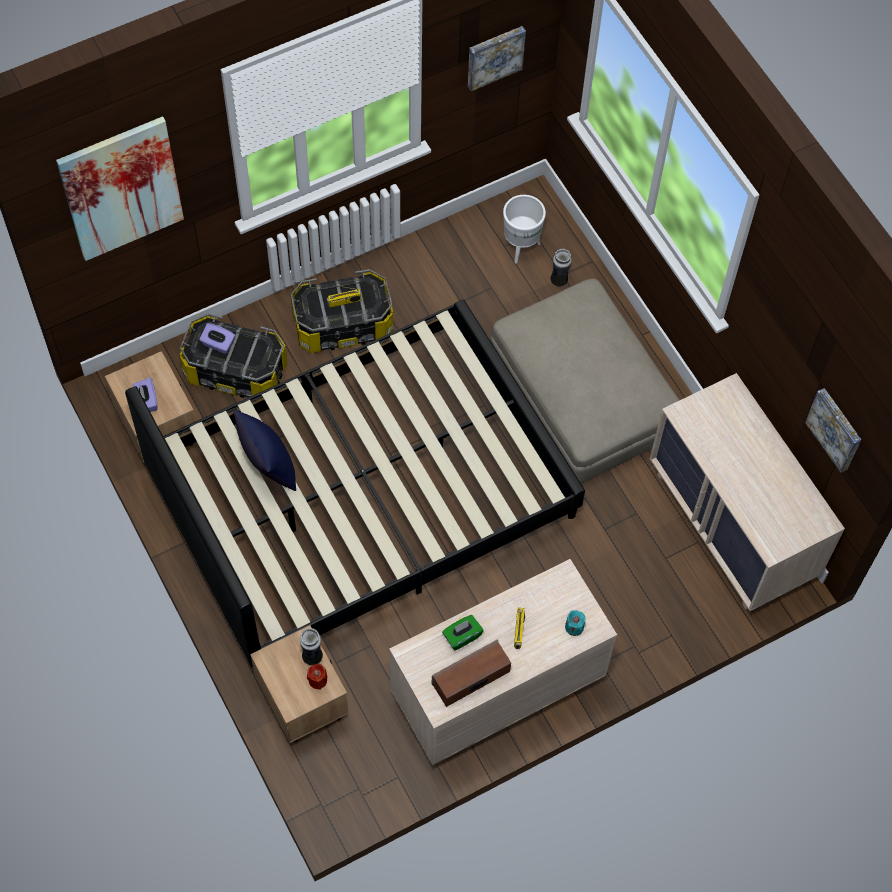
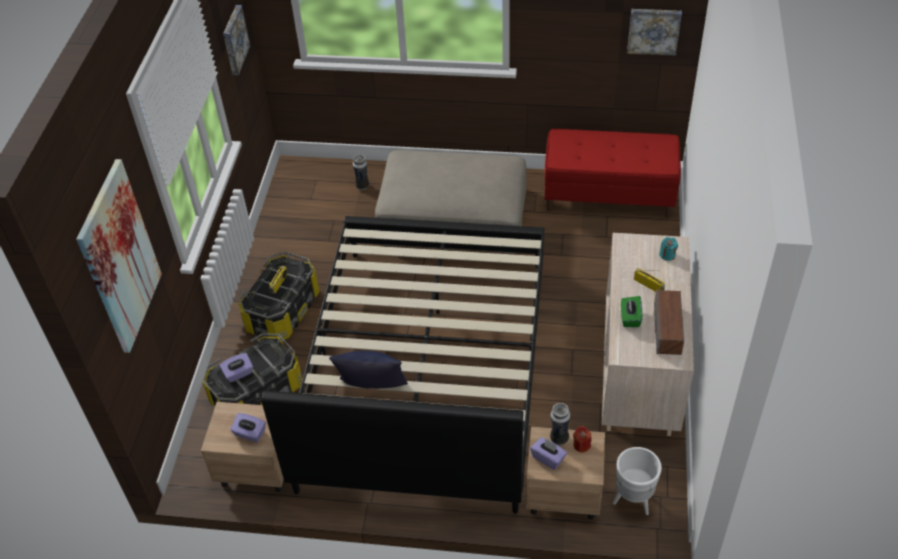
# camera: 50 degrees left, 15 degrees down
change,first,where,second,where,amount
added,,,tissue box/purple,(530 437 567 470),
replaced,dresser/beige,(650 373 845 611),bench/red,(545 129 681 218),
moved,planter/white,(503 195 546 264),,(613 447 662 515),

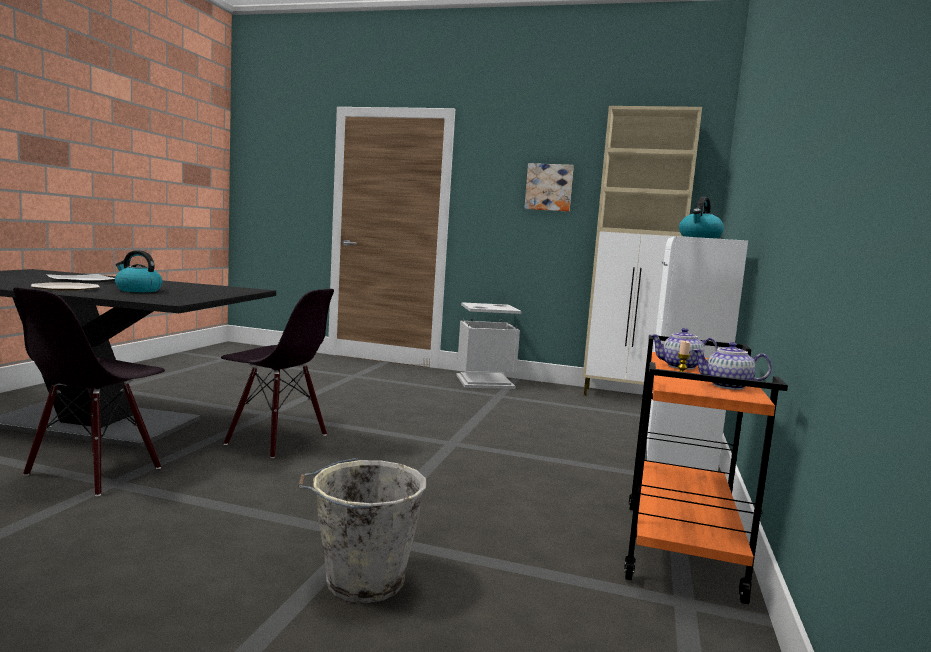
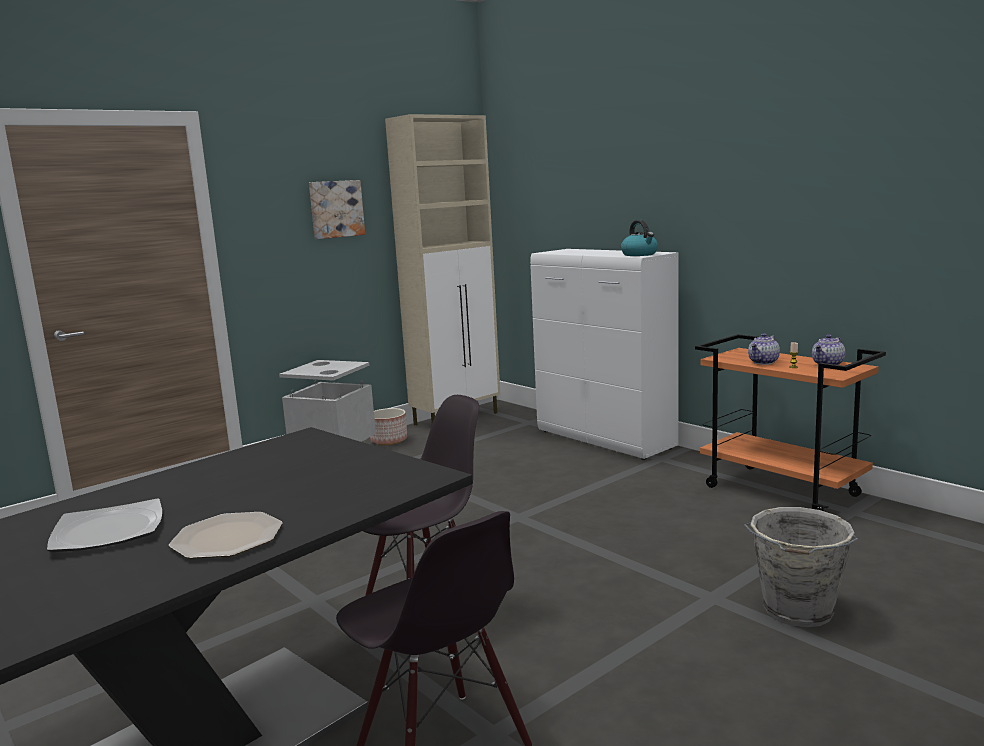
# camera: 55 degrees left, 5 degrees up
change,first,where,second,where,amount
added,,,planter,(370 408 407 445),
removed,kettle,(115 250 162 292),,,

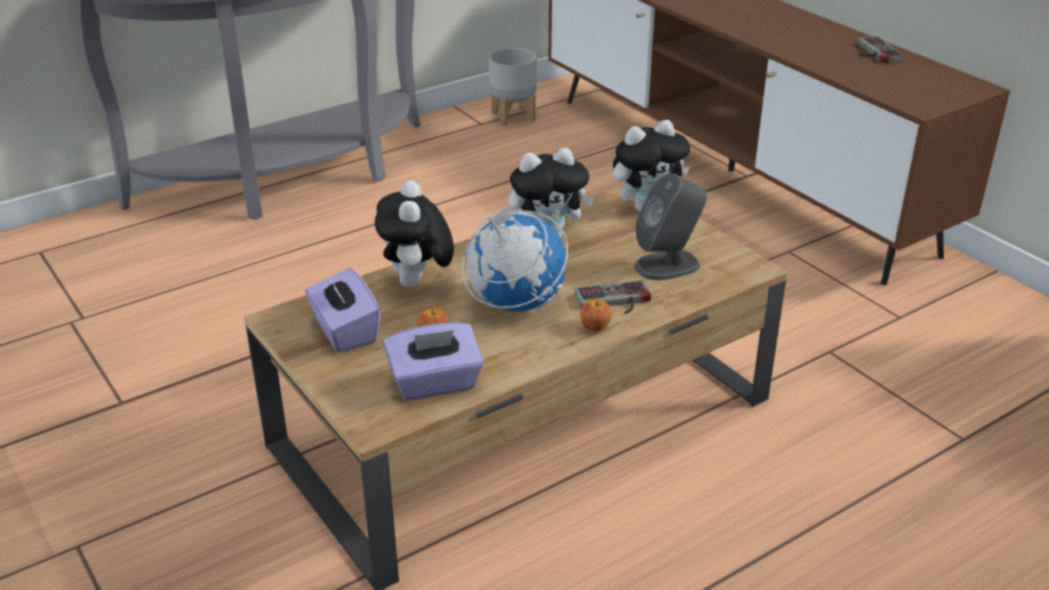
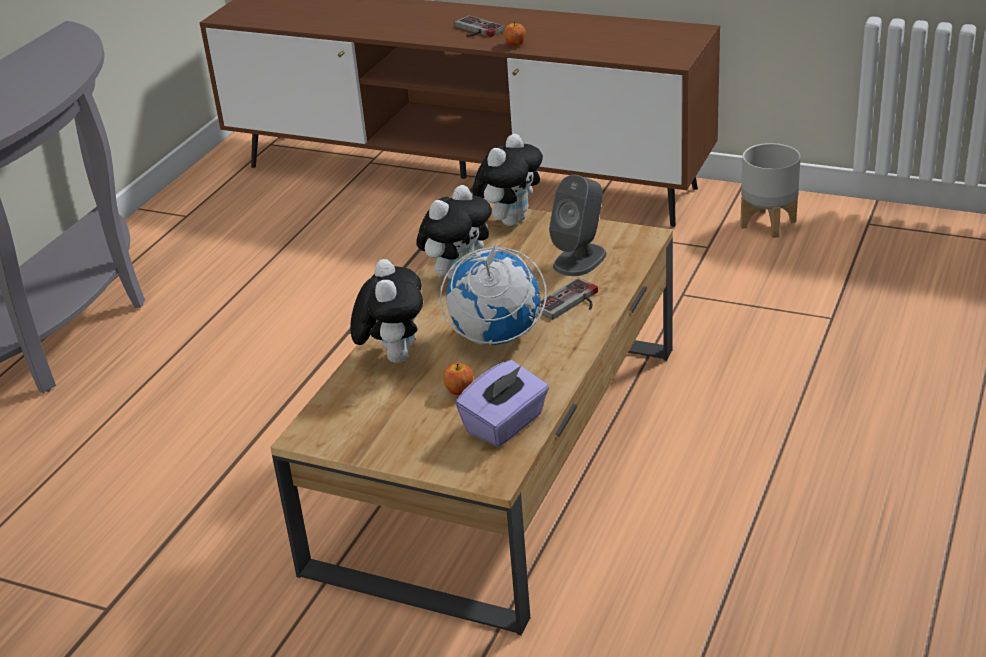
# camera: 30 degrees left, 0 degrees up
change,first,where,second,where,amount
turned,plush toy,(375 180 454 287),,(350 259 423 363),150 degrees counterclockwise
moved,game controller,(857 36 904 63),,(455 15 505 37),
moved,apple,(580 299 612 332),,(504 21 526 46),
moved,planter/grey,(489 48 537 126),,(740 143 801 238),
removed,tissue box/purple,(305 268 381 352),,,

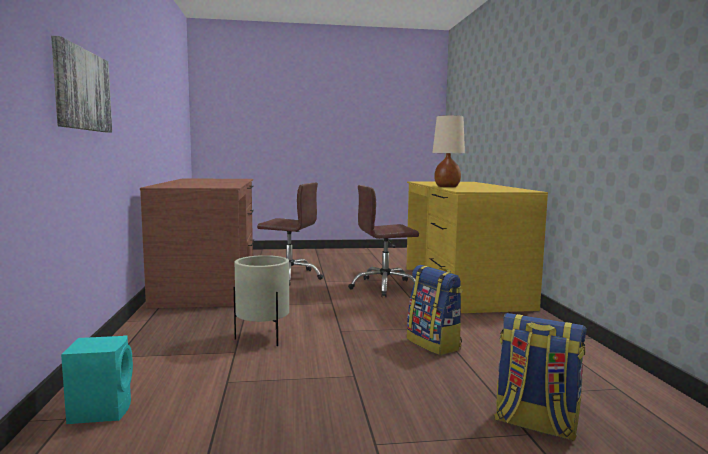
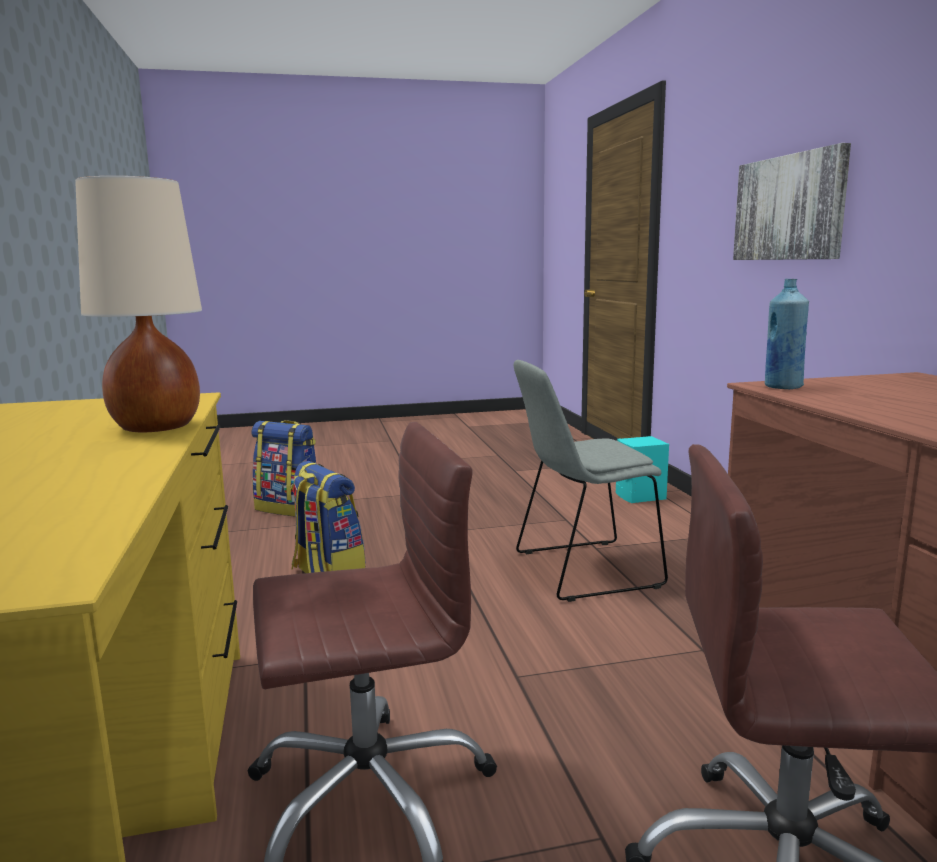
# camera: 175 degrees right, 5 degrees up
change,first,where,second,where,amount
replaced,planter/beige,(234 255 289 346),chair/grey,(514 360 668 602),
added,,,bottle/blue,(765 279 809 389),

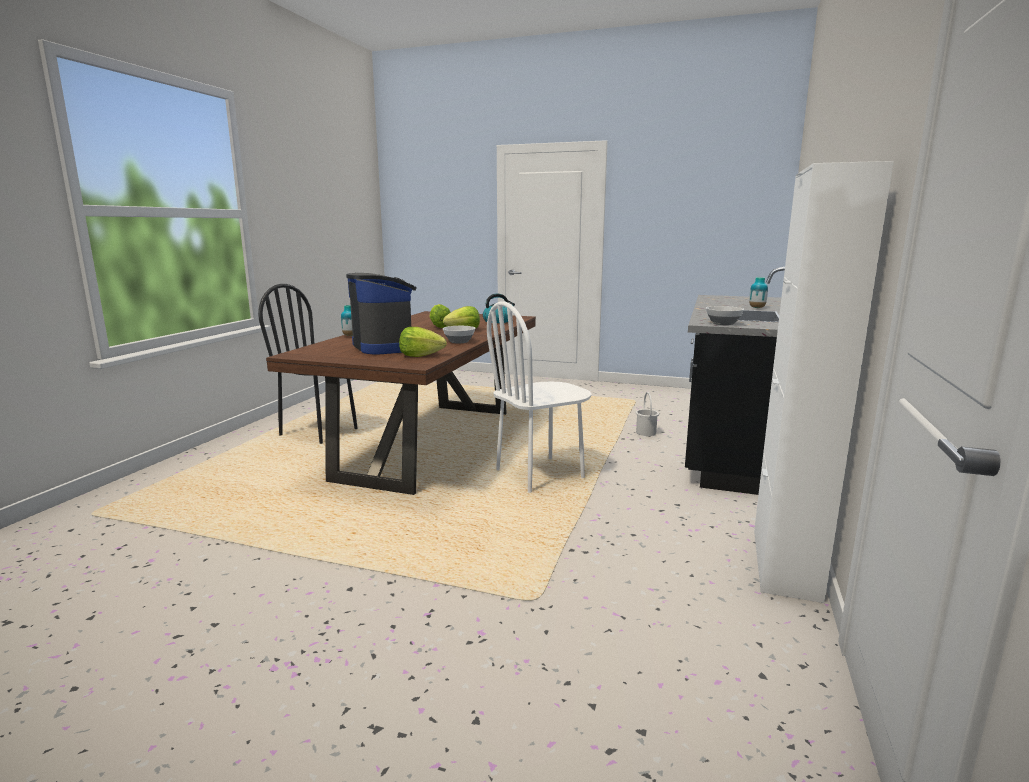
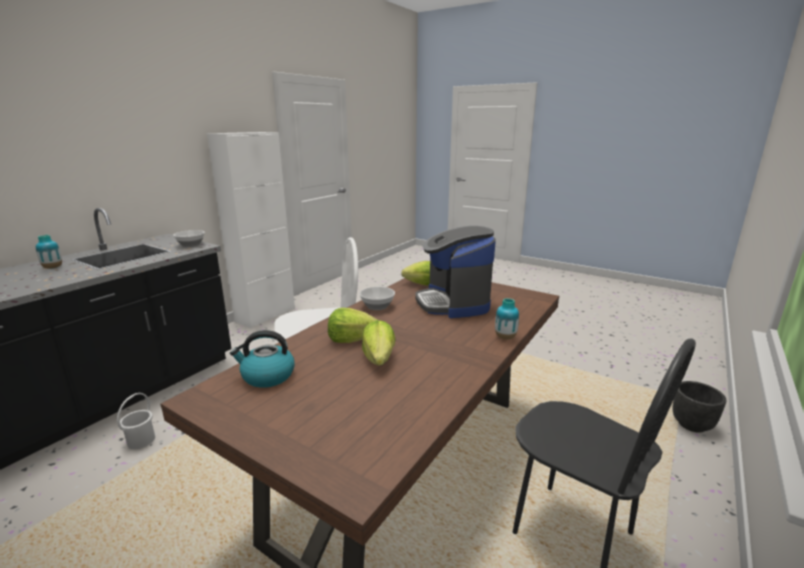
# camera: 165 degrees left, 5 degrees up
change,first,where,second,where,amount
added,,,planter/black,(673 381 726 433),

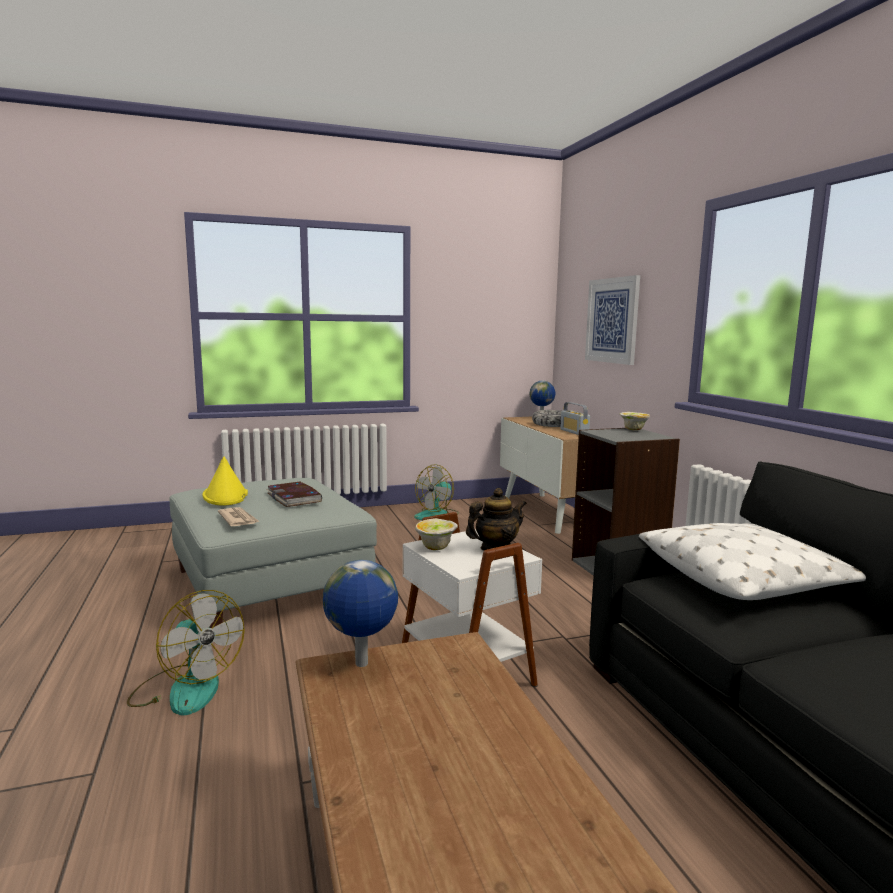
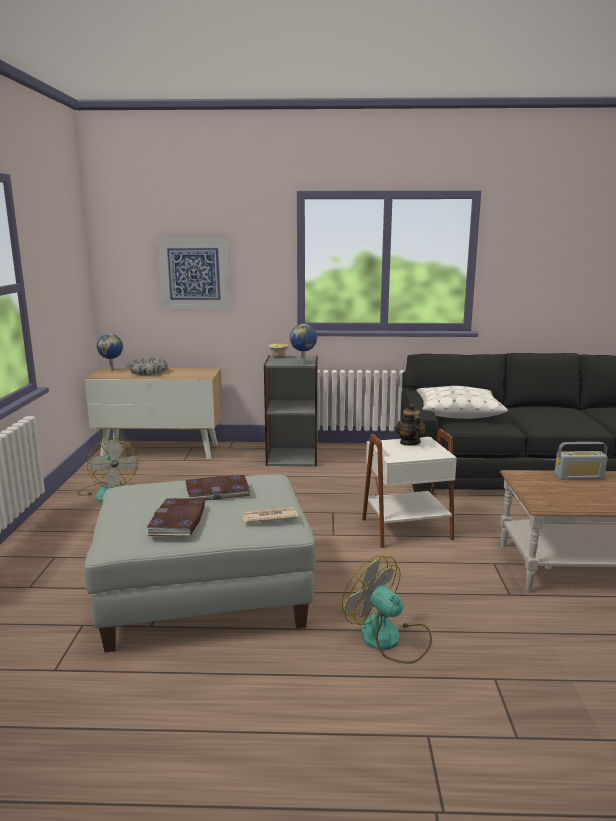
# camera: 70 degrees left, 5 degrees up
change,first,where,second,where,amount
replaced,hat/yellow,(202 456 248 506),book,(146 498 205 537),
moved,globe,(323 560 398 667),,(290 324 317 364),
turned,fan,(127 590 245 715),,(342 556 432 664),105 degrees counterclockwise
moved,radio,(560 402 590 435),,(554 442 608 480),
removed,bowl,(415 518 458 550),,,

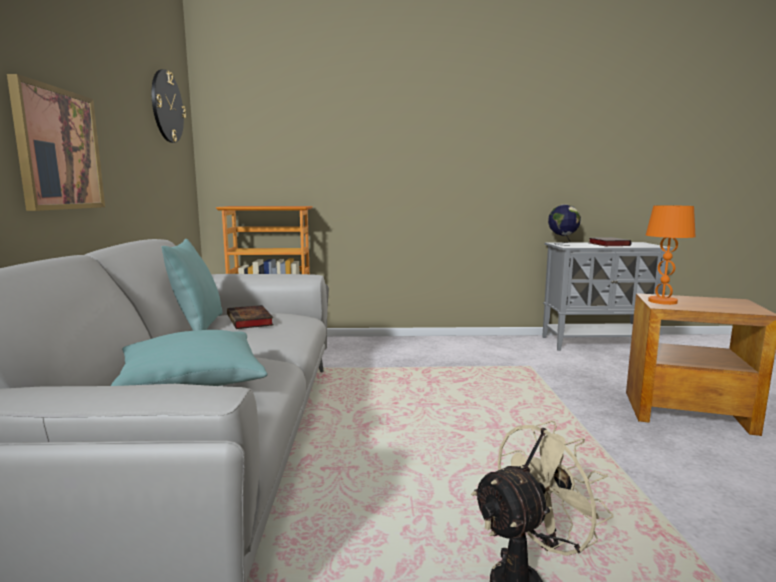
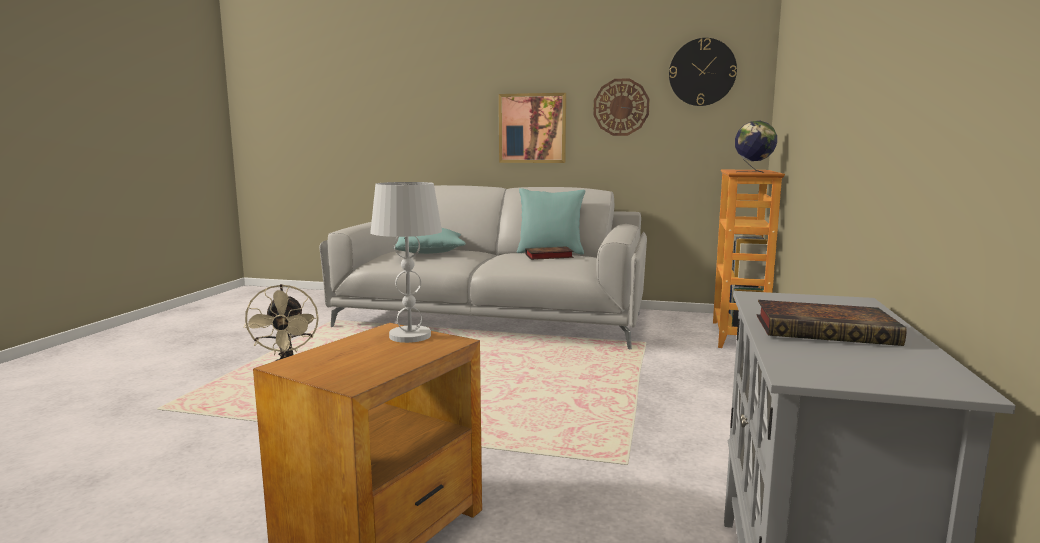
# camera: 105 degrees right, 0 degrees up
change,first,where,second,where,amount
recoloured,table lamp/orange,(646 205 696 305),table lamp/white,(370 182 442 343),
added,,,wall clock,(593 78 650 136),
moved,globe,(548 204 581 245),,(735 121 777 172),

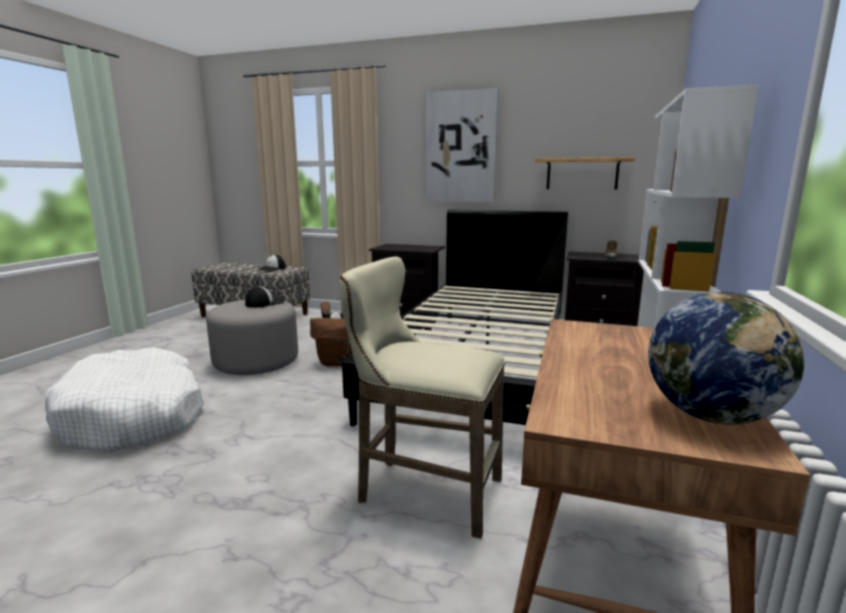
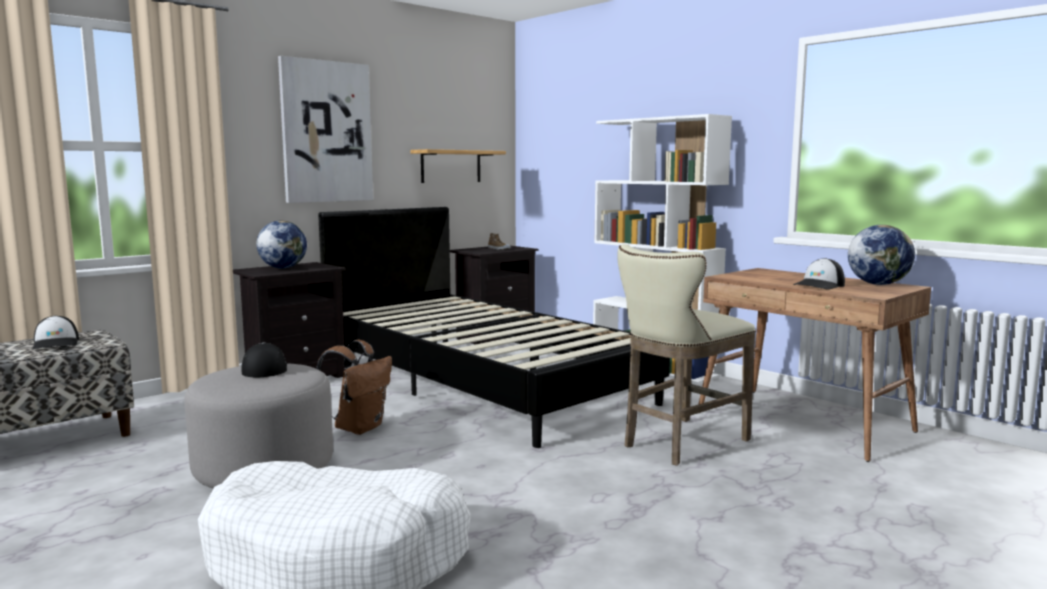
# camera: 60 degrees left, 5 degrees down
change,first,where,second,where,amount
added,,,globe,(256 221 307 268),
added,,,cap,(793 258 845 290),

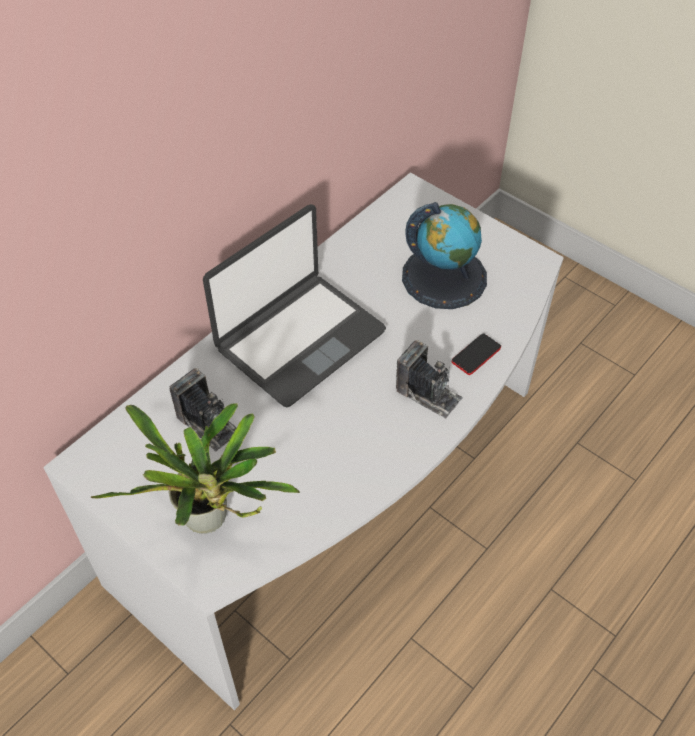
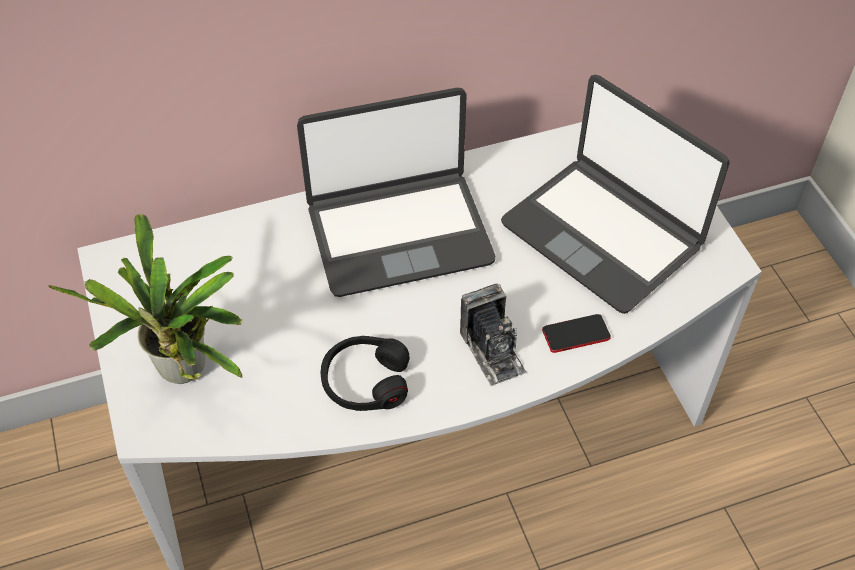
# camera: 30 degrees right, 0 degrees up
change,first,where,second,where,amount
added,,,headphones/black,(321 336 410 411),
replaced,globe,(402 202 487 309),laptop,(501 75 730 314),
removed,photo camera,(170 368 236 452),,,

